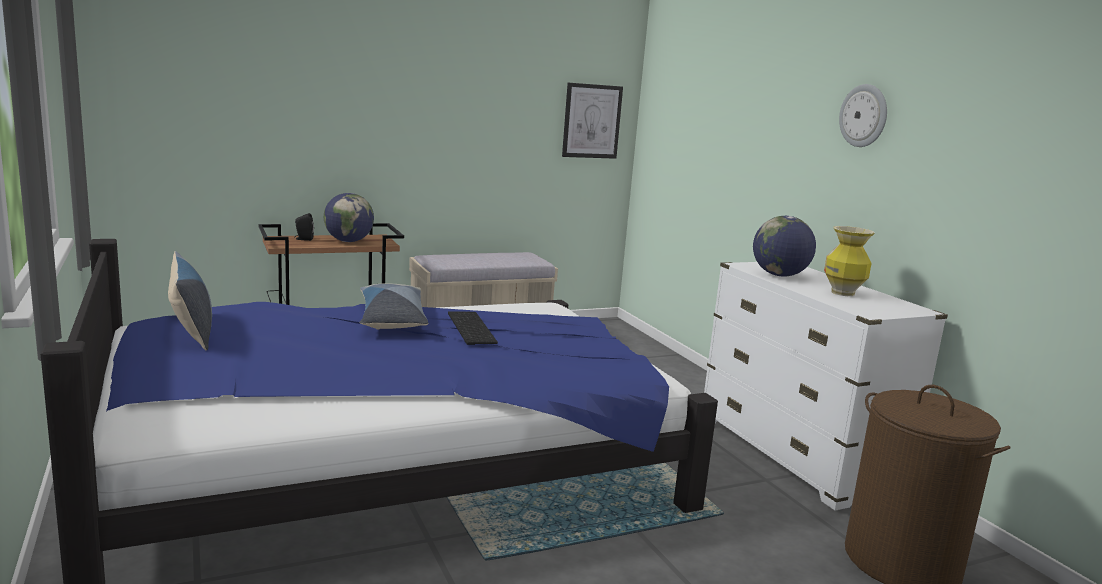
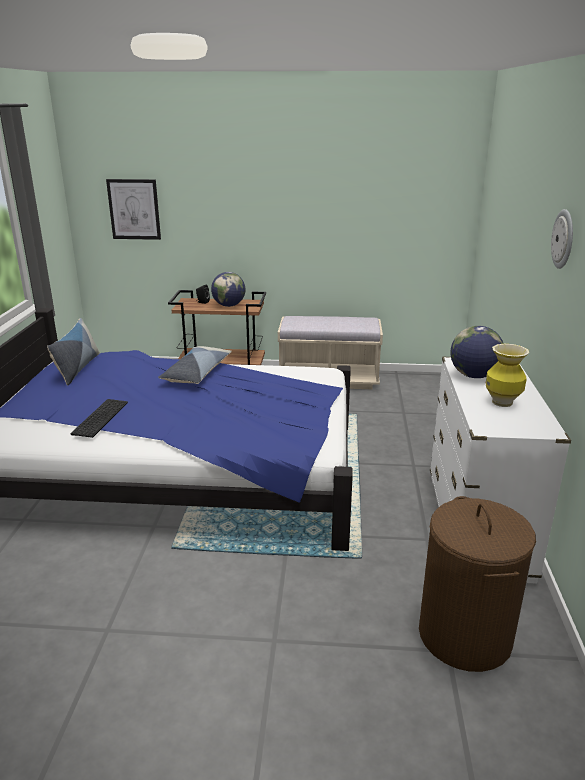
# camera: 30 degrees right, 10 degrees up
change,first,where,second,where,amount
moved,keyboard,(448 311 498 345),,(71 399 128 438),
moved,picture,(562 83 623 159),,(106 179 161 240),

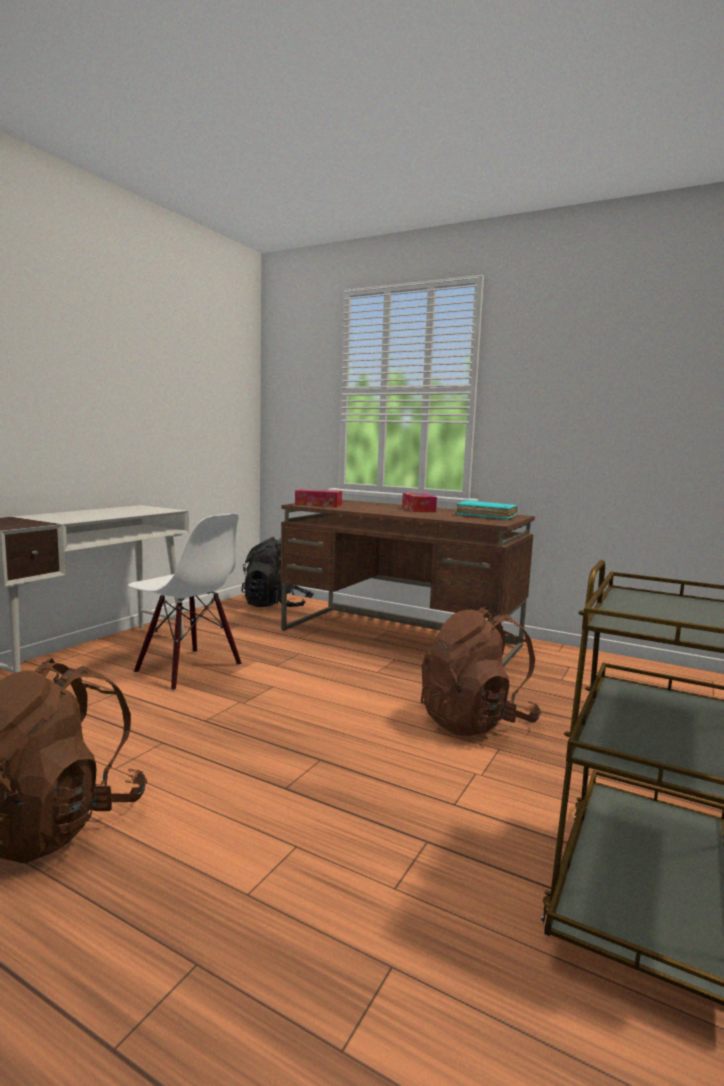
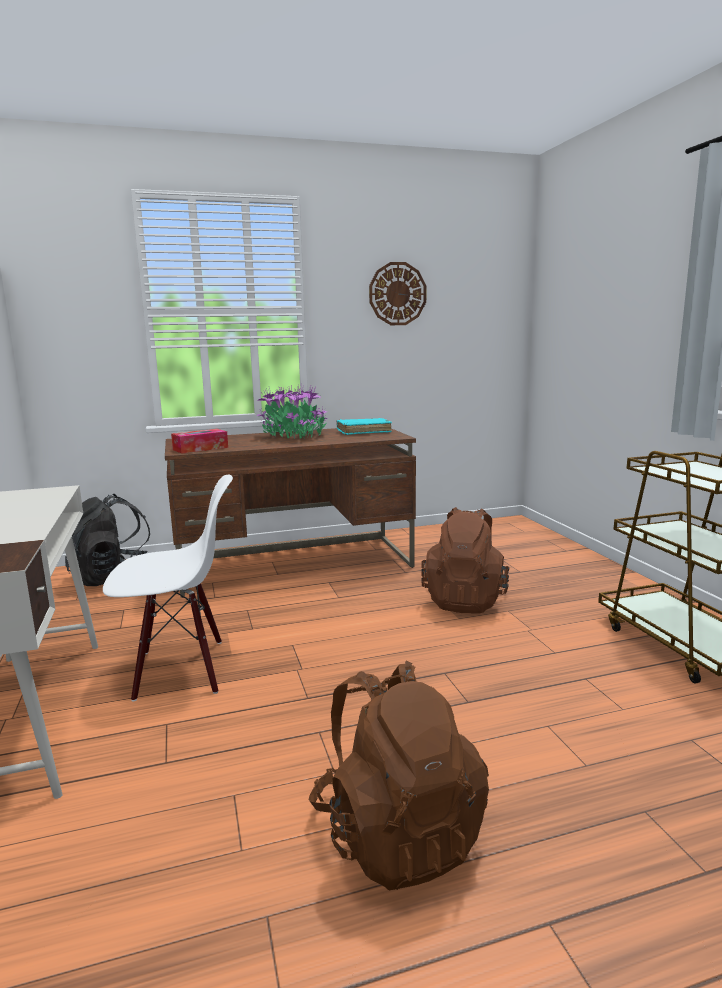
# camera: 45 degrees left, 5 degrees up
change,first,where,second,where,amount
replaced,tissue box,(402 493 437 512),potted plant,(257 386 329 439),
added,,,wall clock,(369 262 426 325),

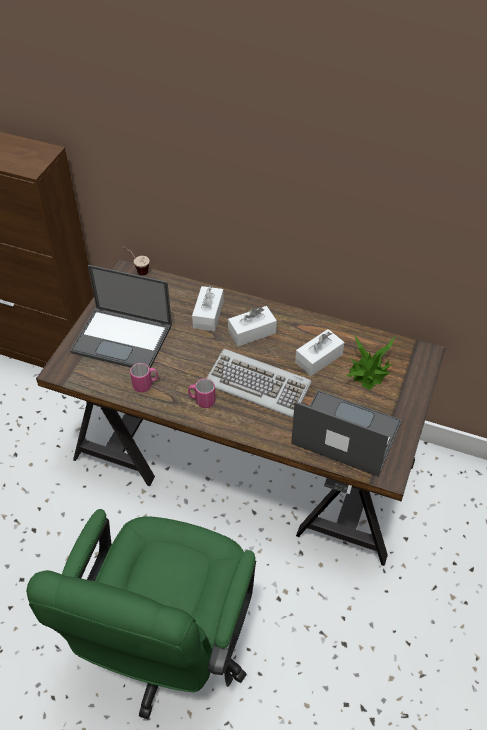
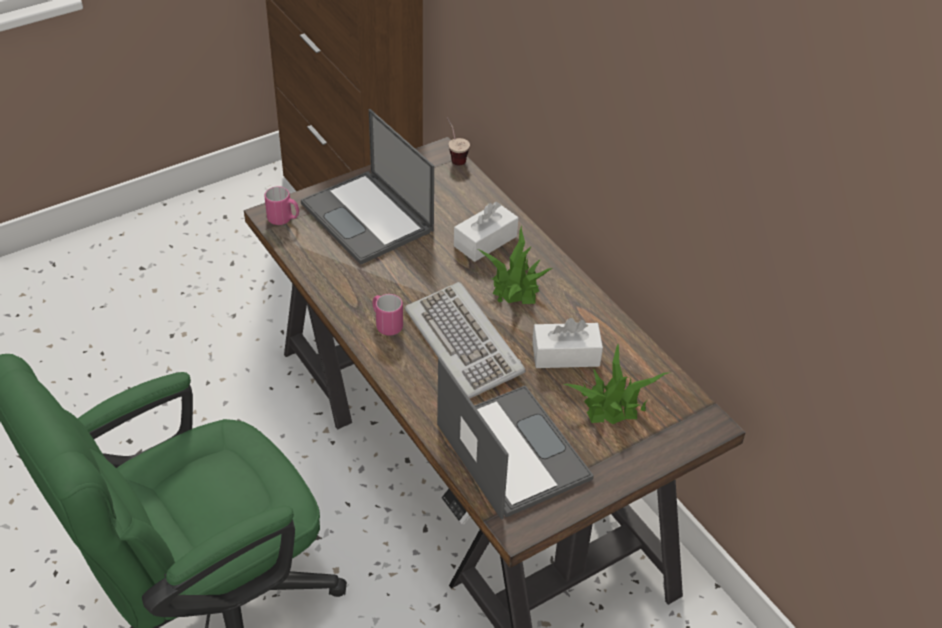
# camera: 35 degrees right, 5 degrees down
change,first,where,second,where,amount
moved,mug/pink,(130 363 158 392),,(264 186 299 225),
replaced,tissue box/white,(228 306 277 346),potted plant,(478 225 553 304),

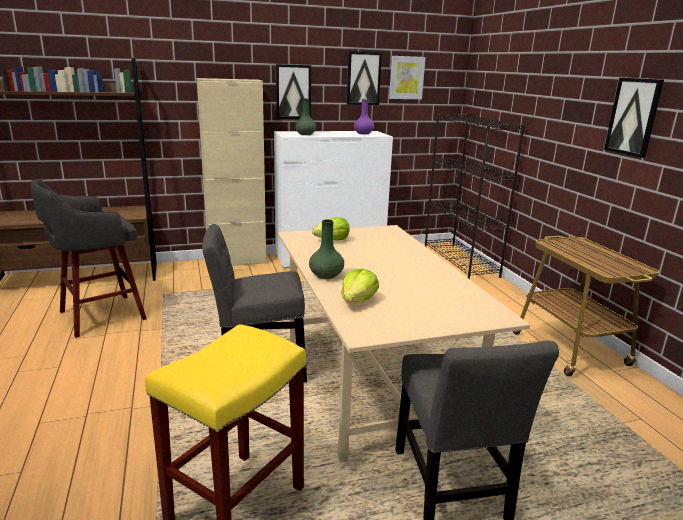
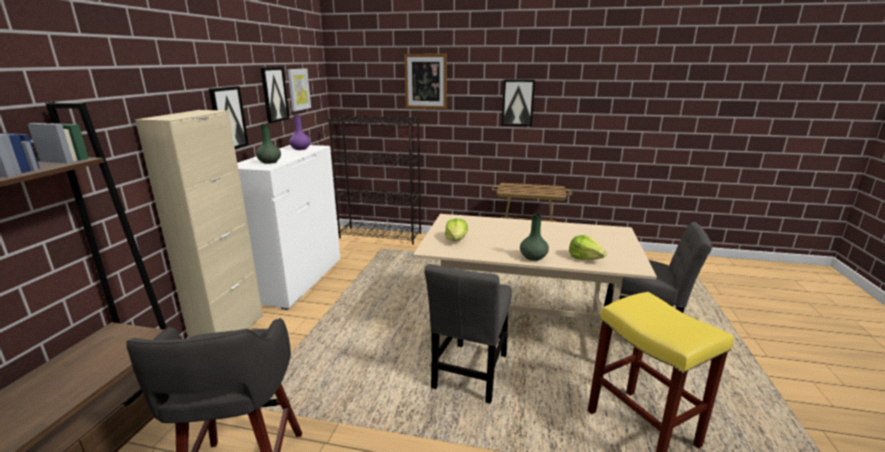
# camera: 60 degrees left, 0 degrees up
change,first,where,second,where,amount
added,,,picture,(404 54 447 109),

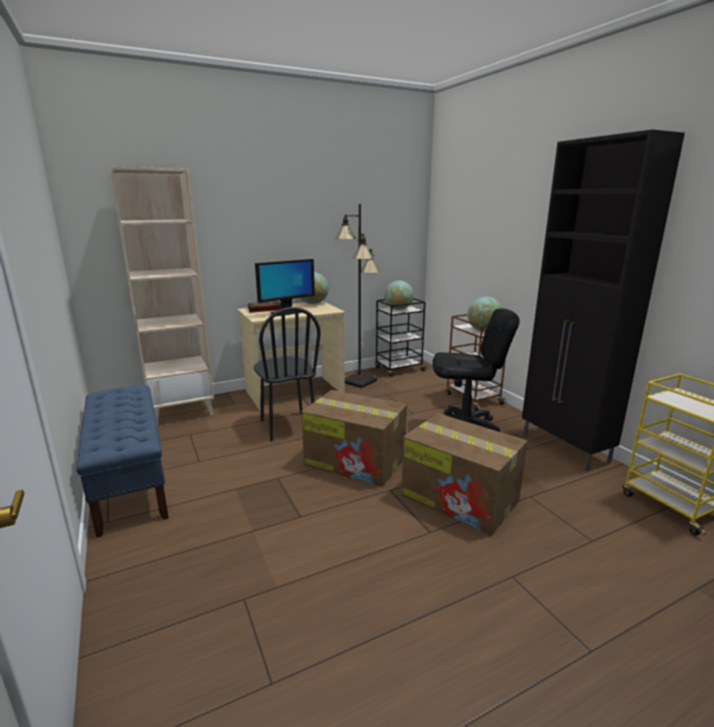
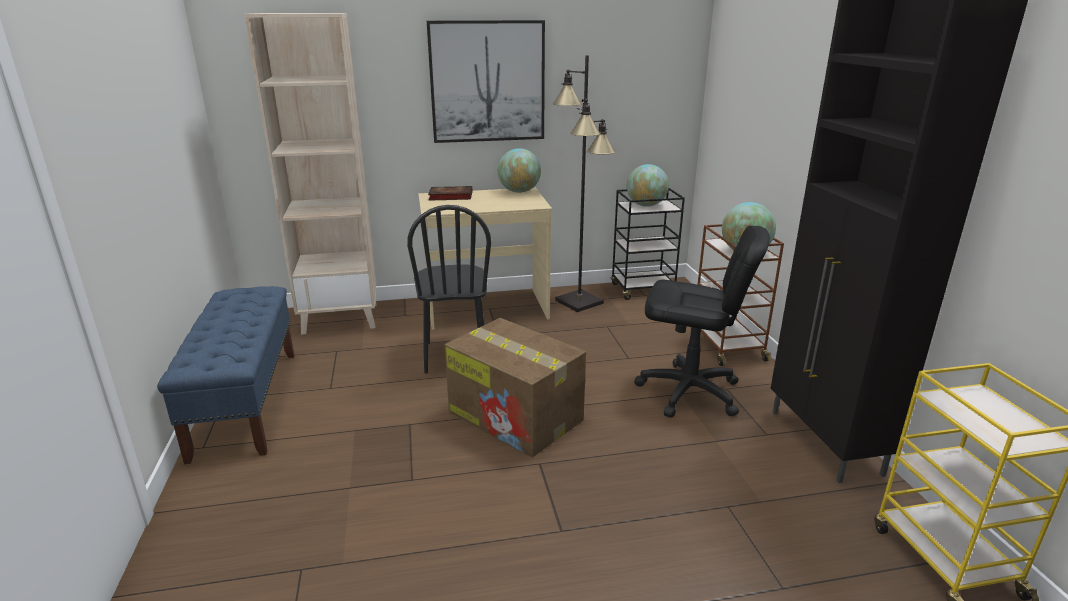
# camera: 15 degrees right, 5 degrees up
change,first,where,second,where,amount
added,,,picture,(427 20 545 143),
removed,monitor,(255 259 315 316),,,
removed,cardboard box,(401 413 528 536),,,

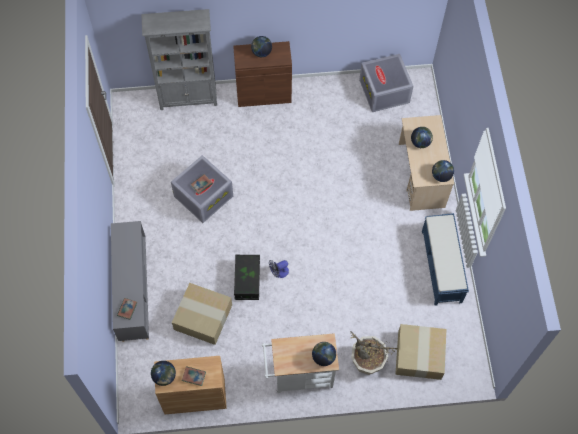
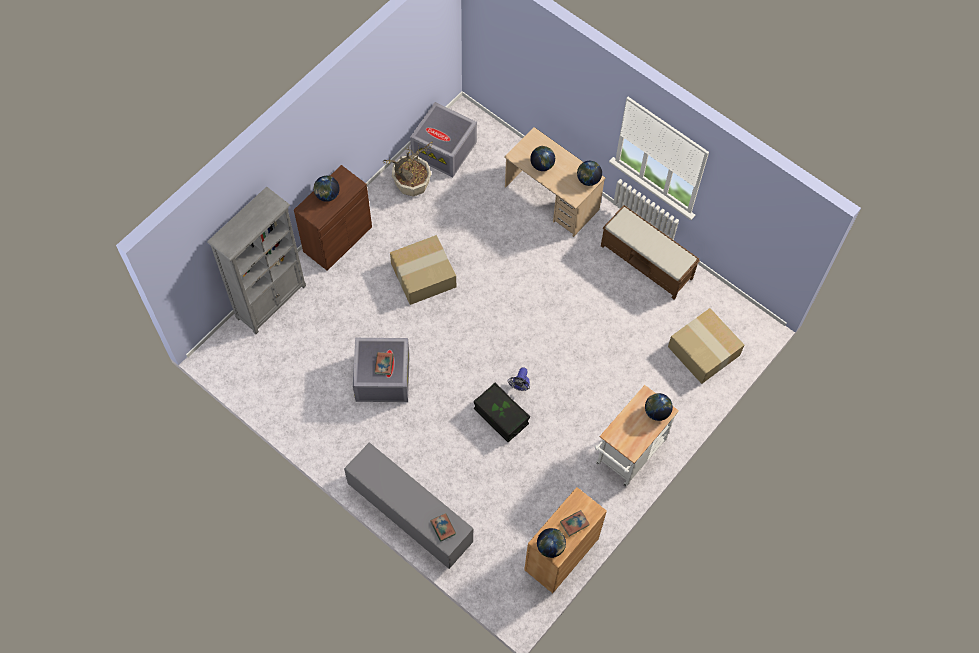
# camera: 45 degrees left, 0 degrees up
change,first,where,second,where,amount
moved,potted plant,(350 331 398 375),,(383 141 433 197),
moved,cardboard box,(172 283 232 345),,(390 235 456 305),
recoloured,bench/blue,(422 213 469 306),bench/brown,(601 205 700 299),

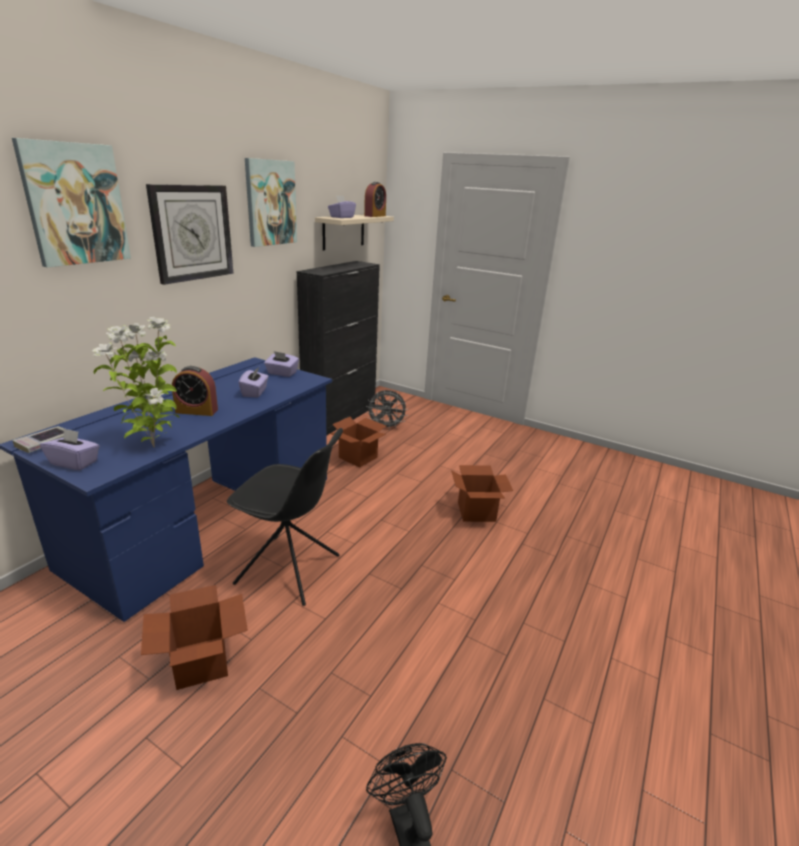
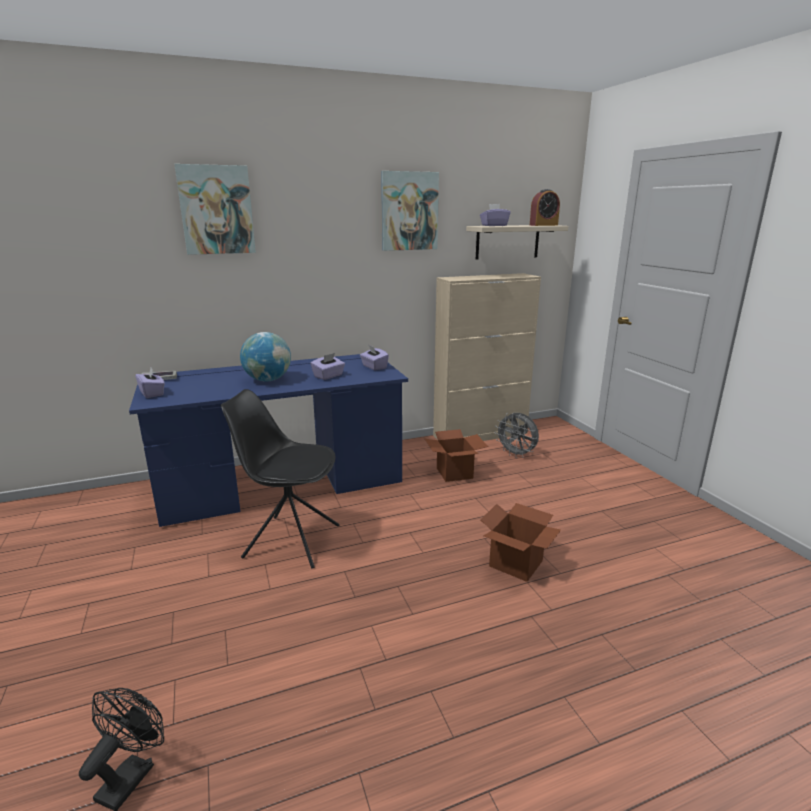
# camera: 40 degrees right, 5 degrees down
change,first,where,second,where,amount
turned,chair/black,(227 428 343 606),,(221 389 339 569),135 degrees clockwise
replaced,alarm clock,(172 366 218 416),globe,(240 332 291 381),
recoloured,cabinet/black,(297 261 380 436),cabinet/beige,(433 273 541 441),
removed,potted plant,(92 317 179 447),,,
removed,cardboard box,(141 585 248 690),,,
removed,wall clock,(146 184 234 285),,,

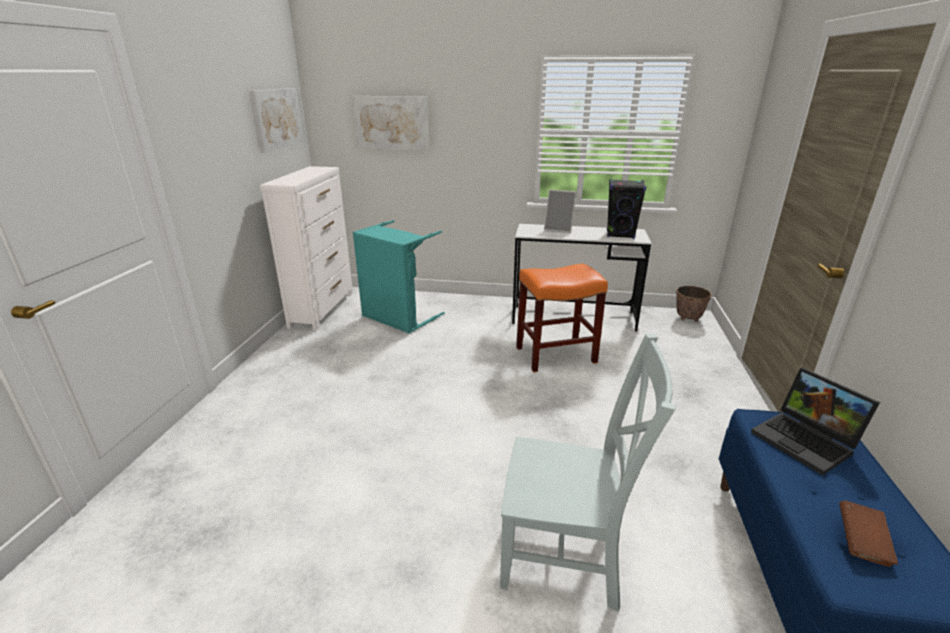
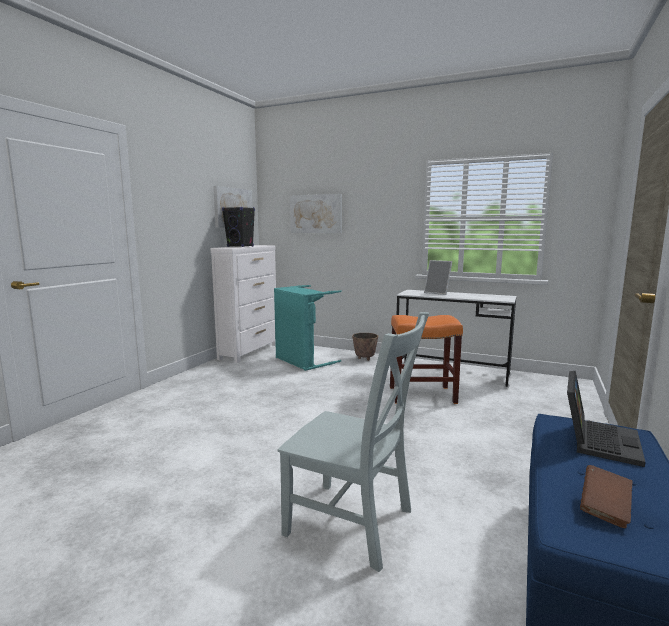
# camera: 15 degrees right, 15 degrees down
change,first,where,second,where,amount
moved,speaker/black,(607 179 646 239),,(222 207 255 247),
moved,planter,(676 286 712 322),,(352 333 378 361),
turned,laptop,(751 368 880 476),,(567 371 646 467),135 degrees counterclockwise

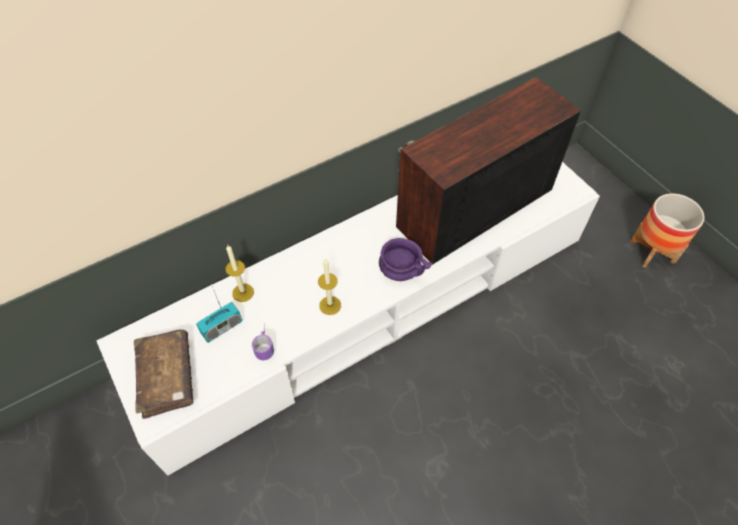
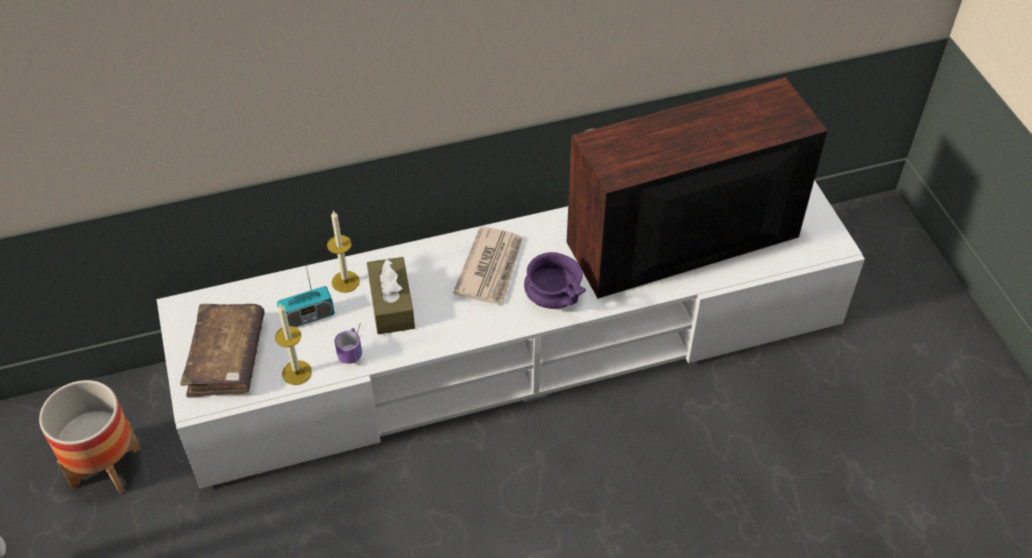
# camera: 15 degrees right, 5 degrees down
change,first,where,second,where,amount
moved,planter,(630 193 705 268),,(39 380 141 494),
moved,candle,(318 258 341 315),,(275 304 312 385),
added,,,tissue box/brown,(367 257 415 334),
added,,,newspaper,(453 227 522 304),

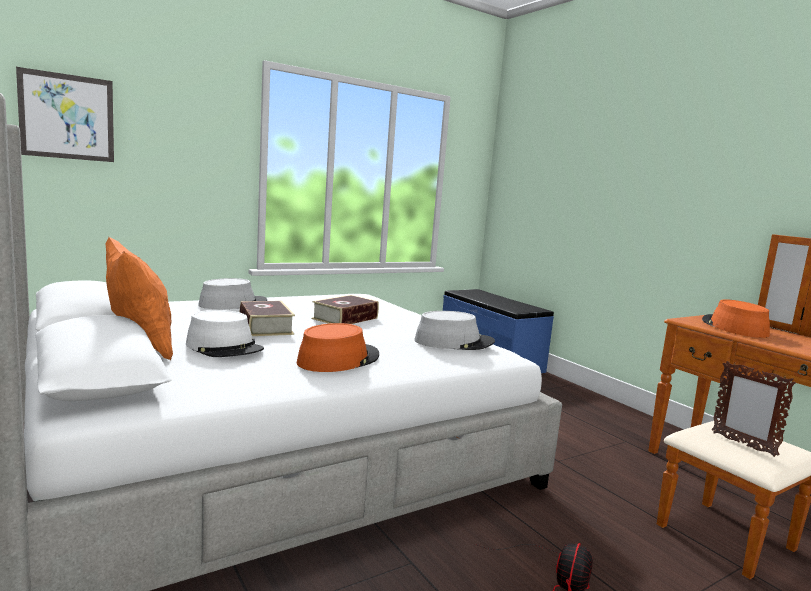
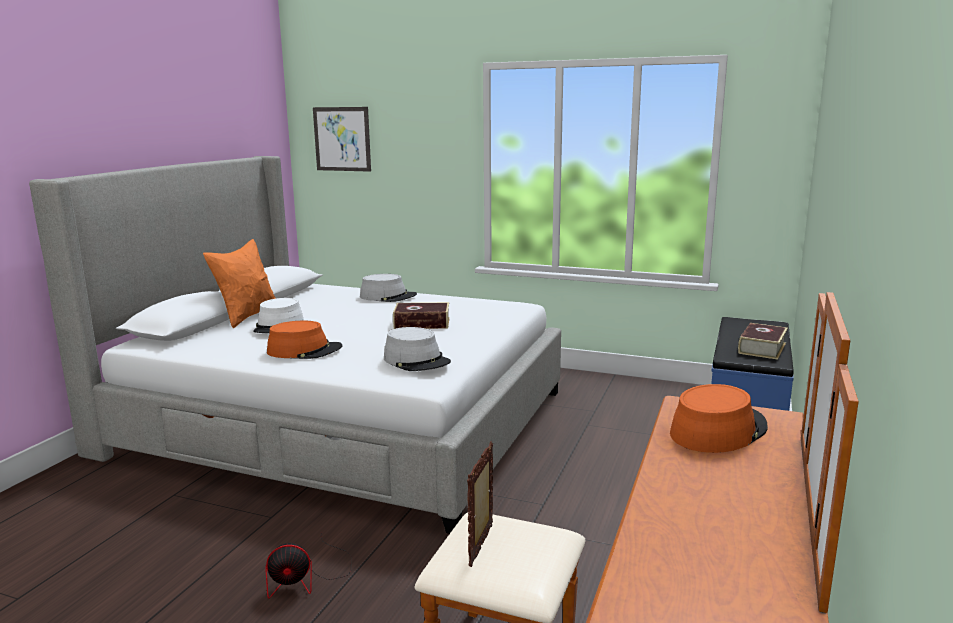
# camera: 55 degrees right, 5 degrees up
change,first,where,second,where,amount
moved,book,(240 301 295 336),,(738 323 788 360),

